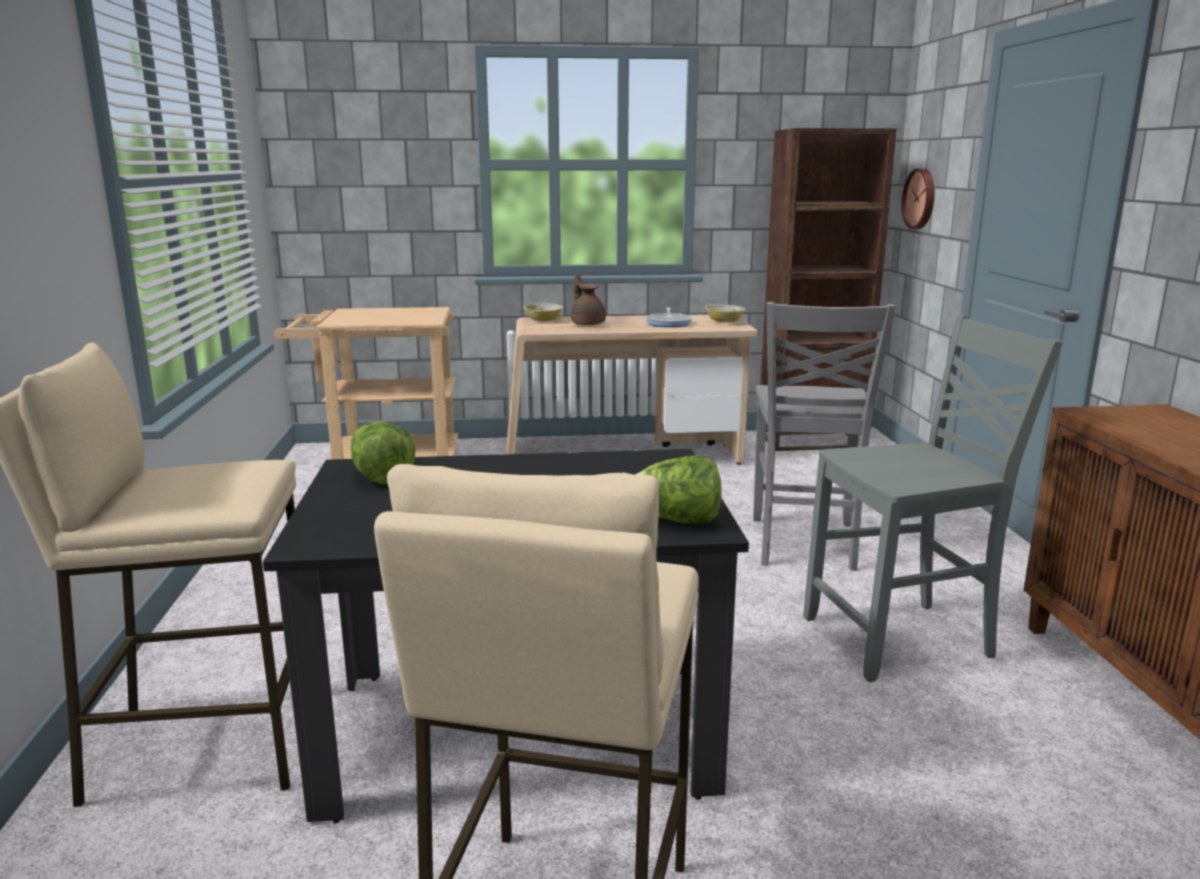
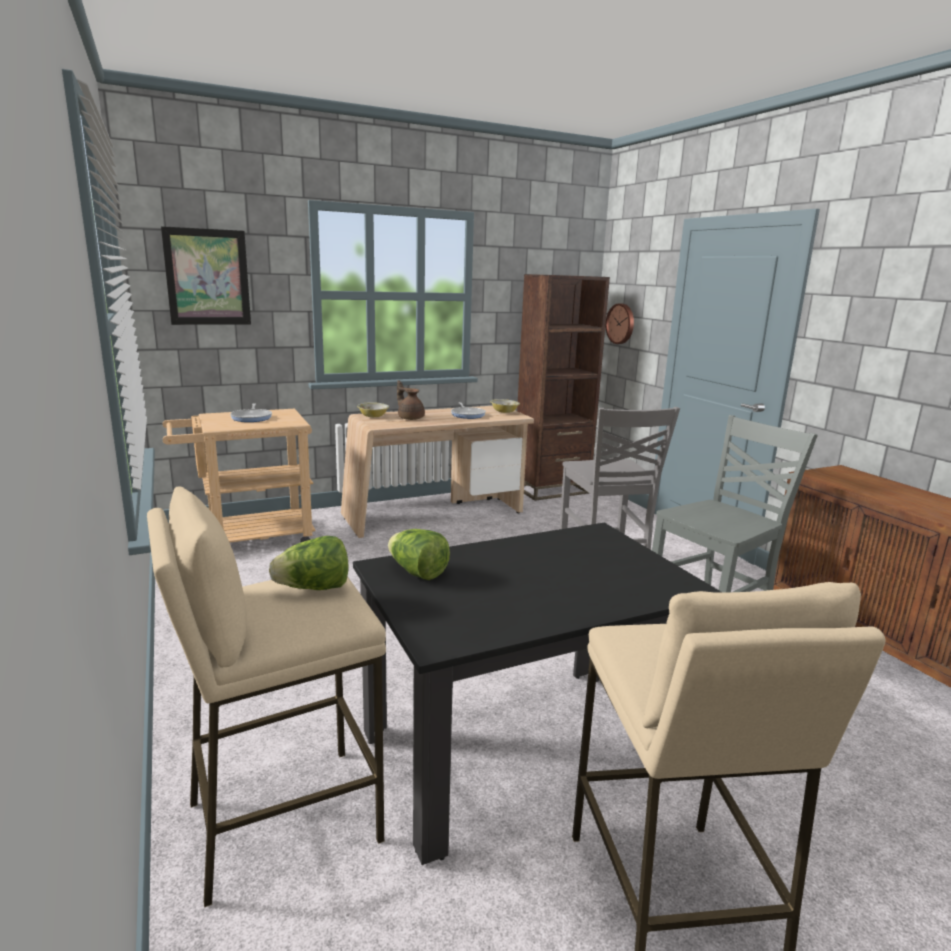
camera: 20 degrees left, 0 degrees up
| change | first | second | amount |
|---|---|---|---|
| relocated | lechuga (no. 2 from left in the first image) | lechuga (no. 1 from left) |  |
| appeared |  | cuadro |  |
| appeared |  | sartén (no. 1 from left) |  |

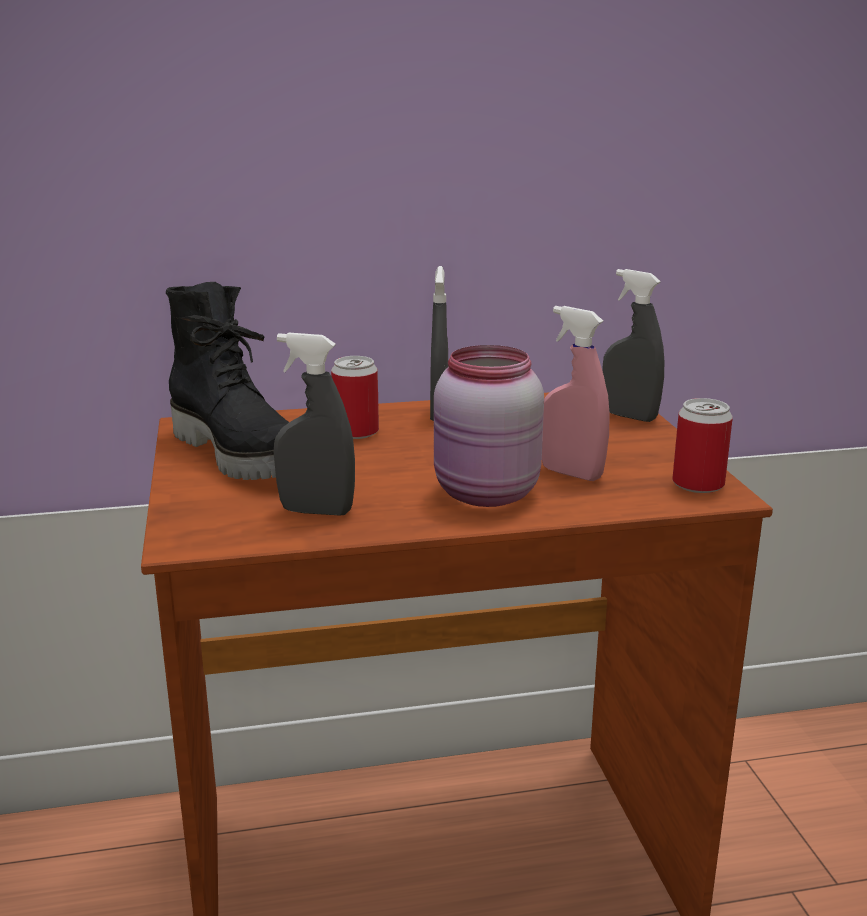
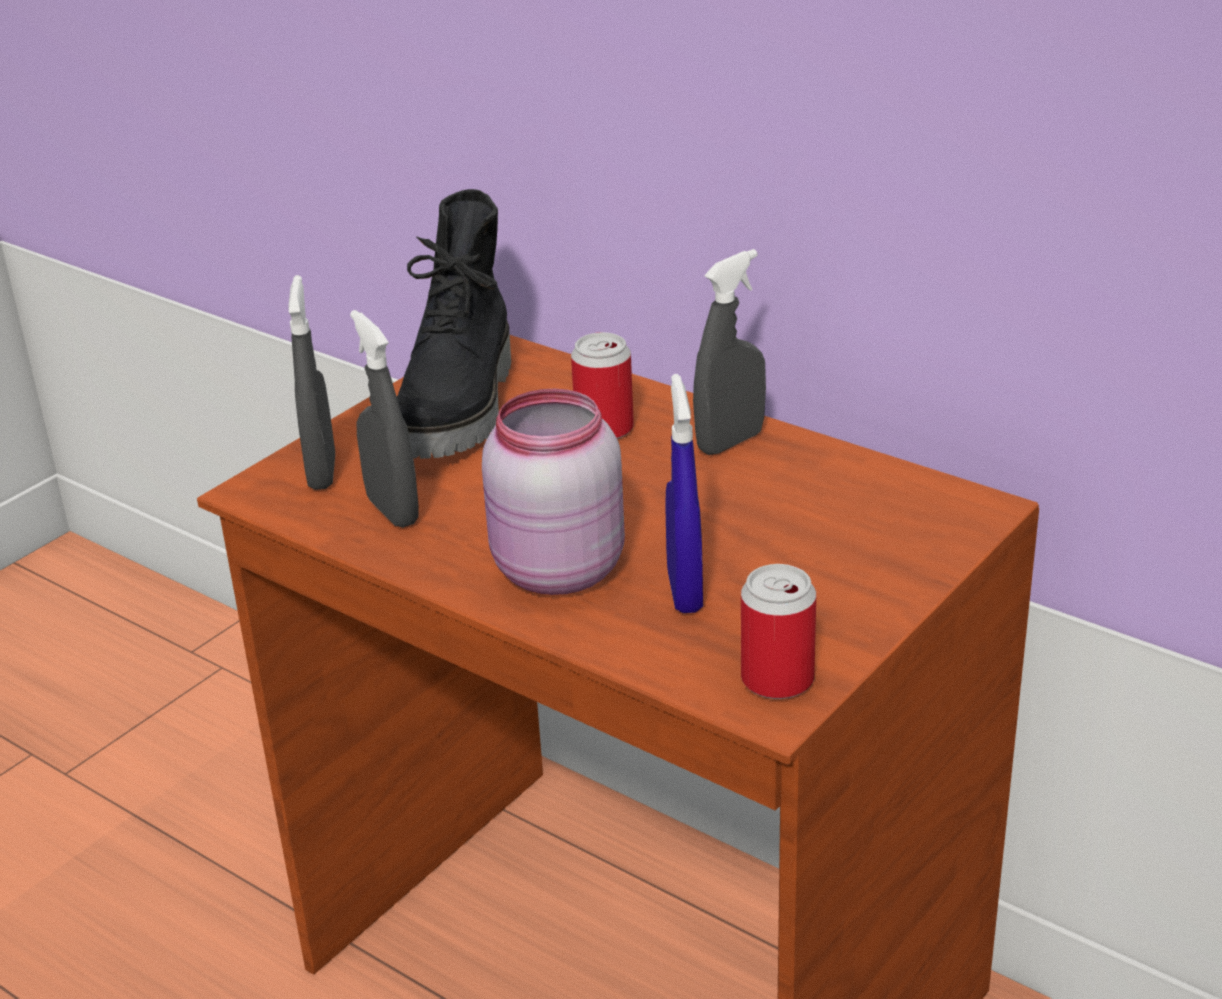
camera: 50 degrees right, 10 degrees up
| change | first | second | amount |
|---|---|---|---|
| relocated | pulverizador [gris] (no. 3 from left in the first image) | pulverizador [gris] (no. 1 from left) |  |
| colour | pulverizador [rosa] | pulverizador [azul] |  |

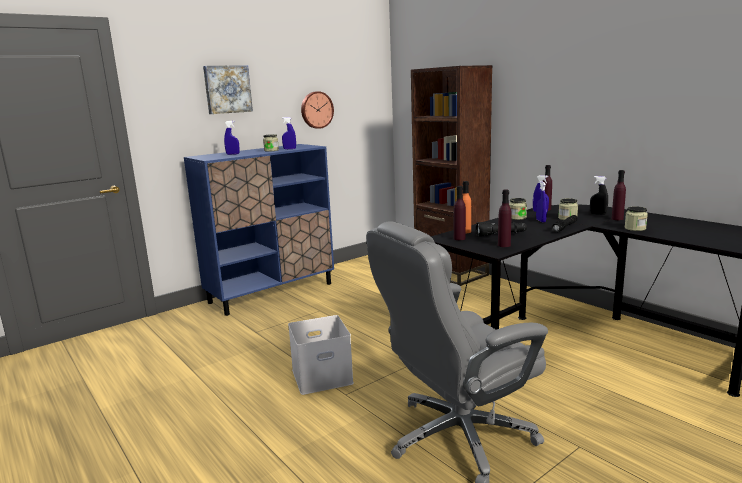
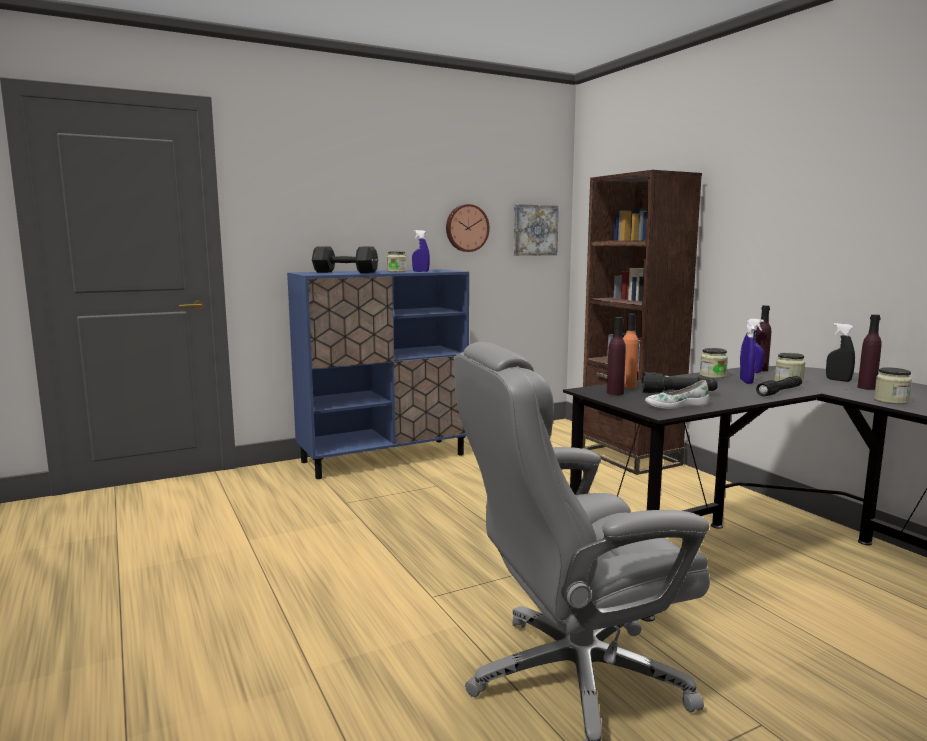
camera: 10 degrees right, 5 degrees down
| change | first | second | amount |
|---|---|---|---|
| relocated | cuadro |  |  |
| exchanged | pulverizador [azul] (no. 1 from left) | mancuerna [negro] |  |
| exchanged | botella [morado] (no. 2 from left) | zapato [blanco] |  |
| missing | caja de almacenaje [blanco] |  |  |

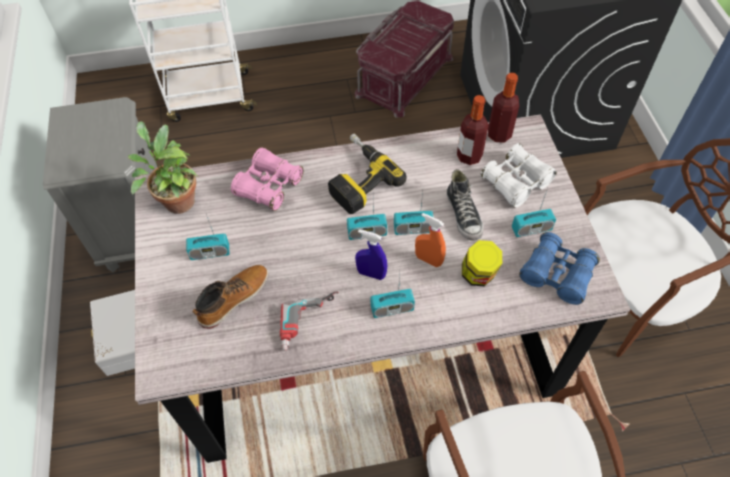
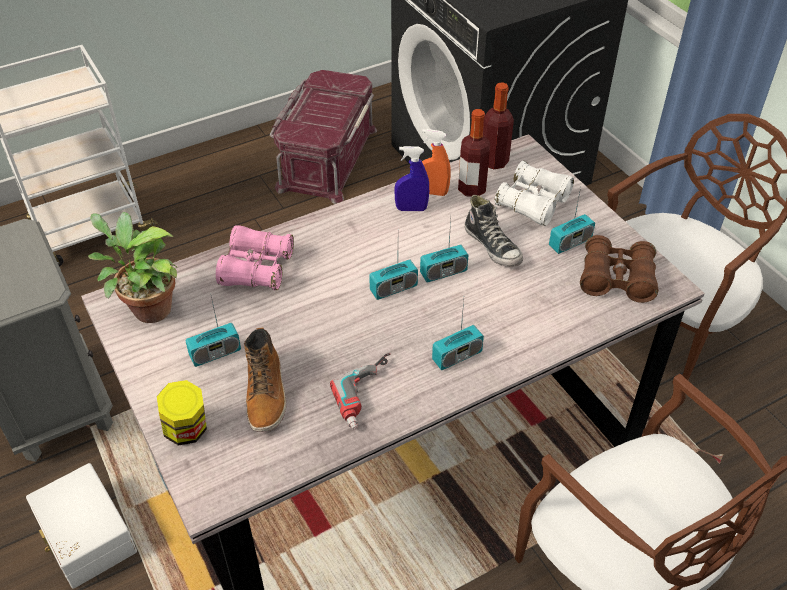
camera: 20 degrees left, 10 degrees down
| change | first | second | amount |
|---|---|---|---|
| missing | taladro (no. 2 from left) |  |  |
| relocated | pulverizador [naranja] |  |  |
| relocated | pulverizador [azul] |  |  |
| colour | prismáticos [azul] | prismáticos [marrón] |  |
| relocated | tarro |  |  |
| spun | bota |  | 150 degrees clockwise |

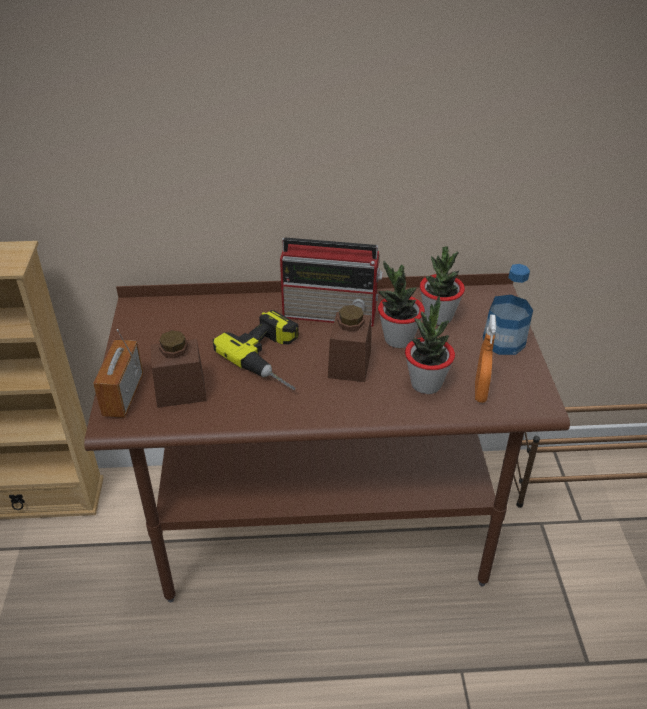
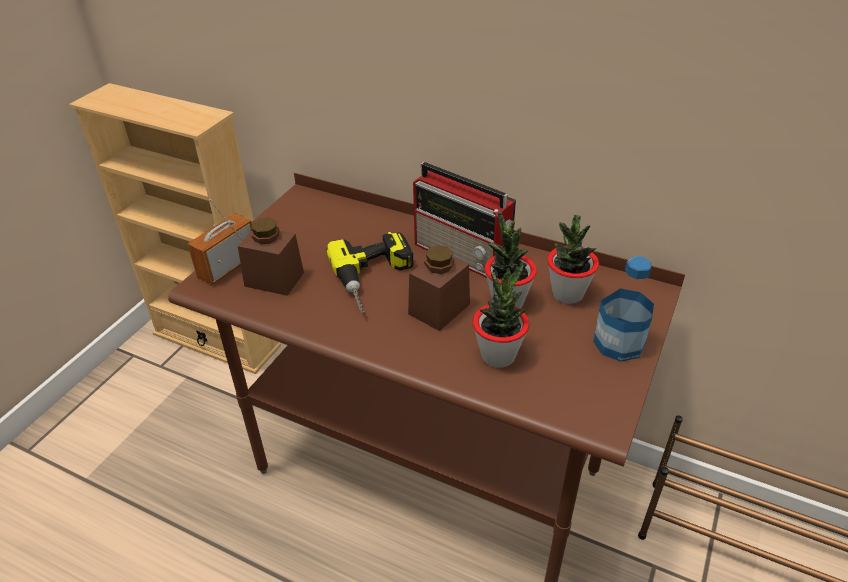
camera: 30 degrees right, 0 degrees up
| change | first | second | amount |
|---|---|---|---|
| missing | pulverizador [naranja] |  |  |

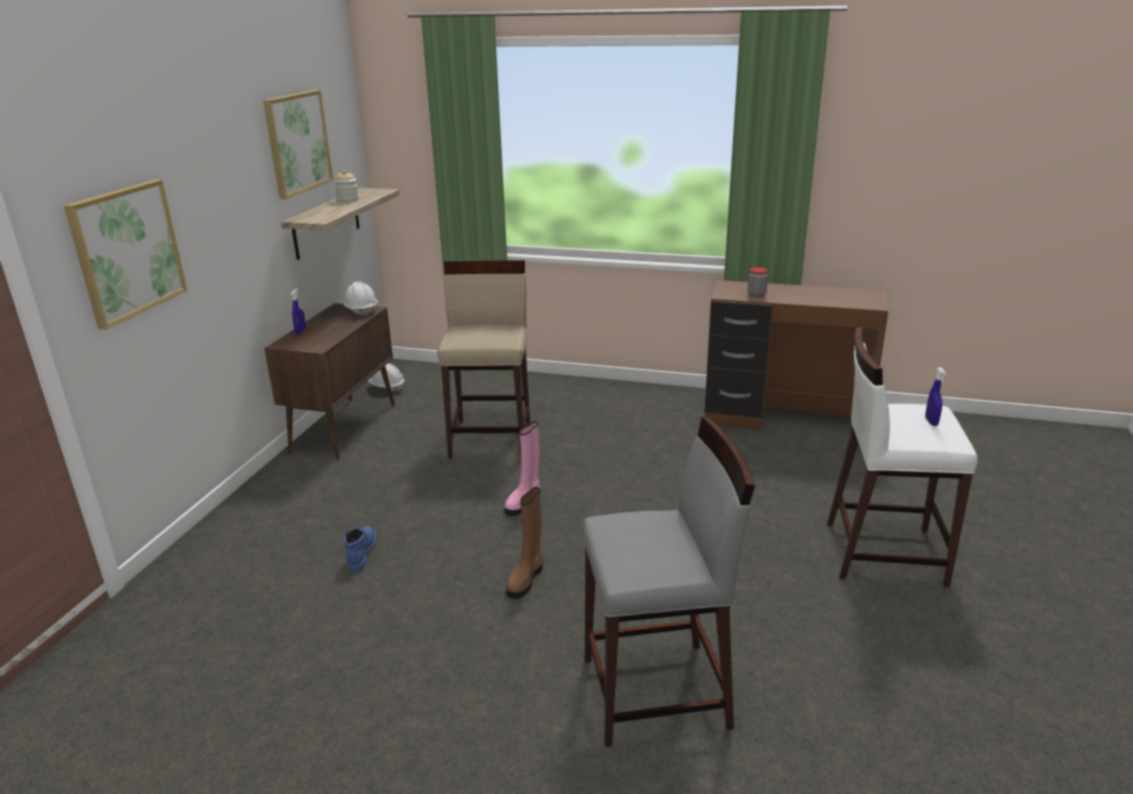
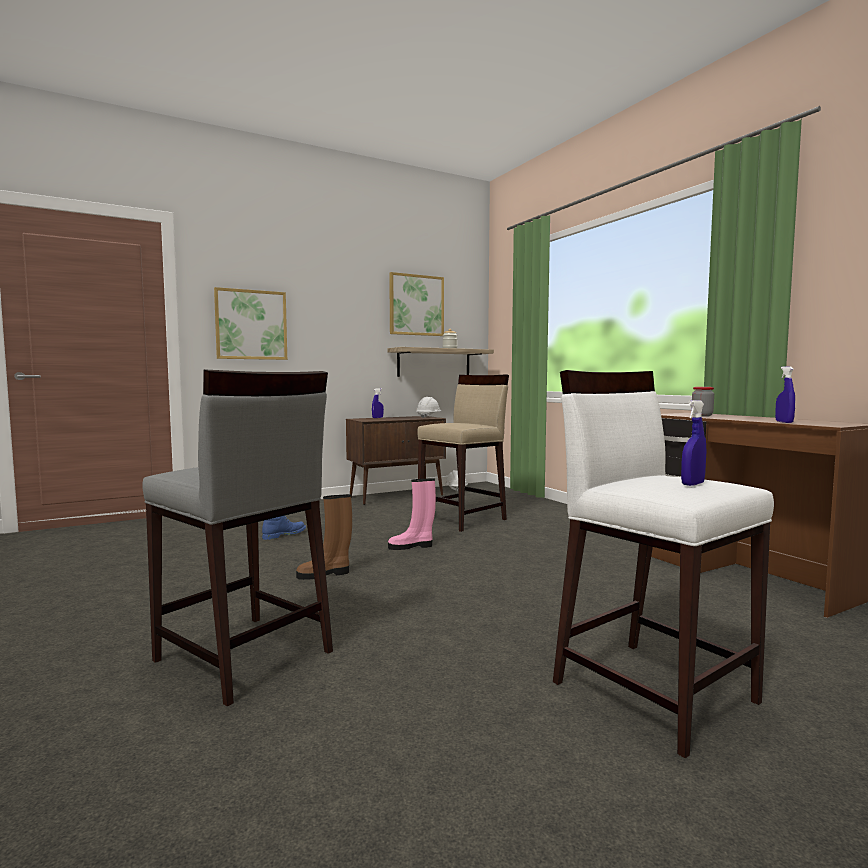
camera: 45 degrees right, 20 degrees down
| change | first | second | amount |
|---|---|---|---|
| appeared |  | pulverizador [azul] (no. 3 from left) |  |

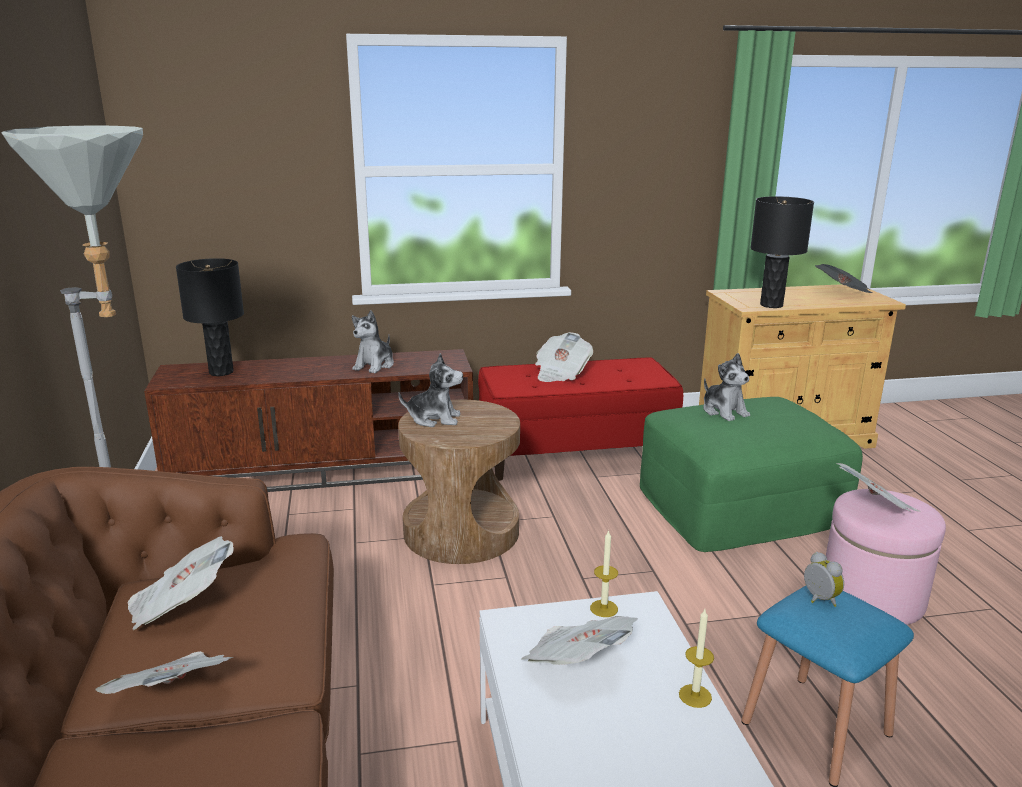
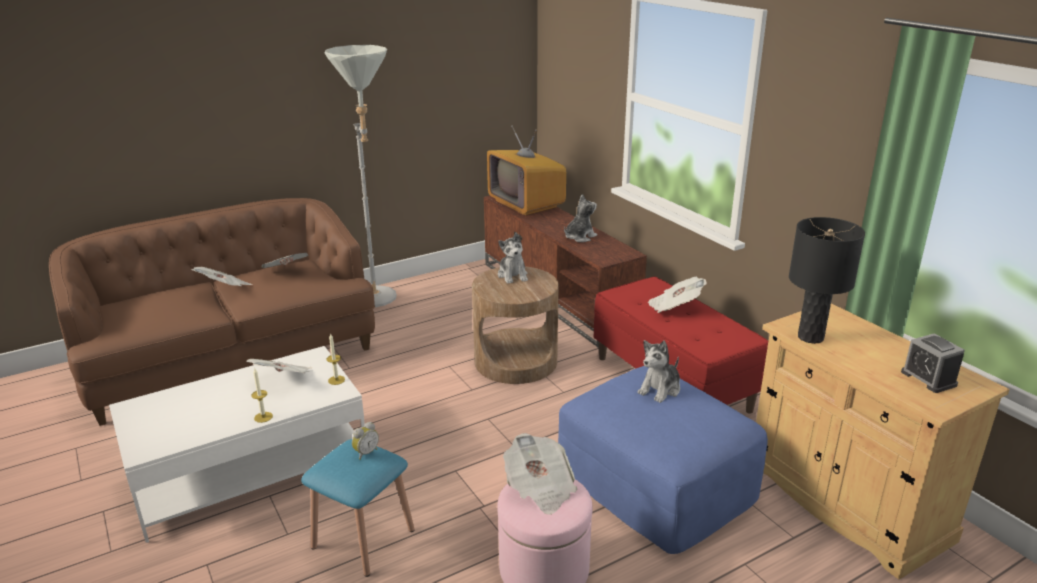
camera: 70 degrees right, 5 degrees up
| change | first | second | amount |
|---|---|---|---|
| exchanged | lámpara de mesa [negro] (no. 1 from left) | televisor |  |
| exchanged | periódico (no. 5 from left) | despertador (no. 2 from left) |  |
| spun | peluche (no. 1 from left in the first image) | peluche (no. 2 from left) | 135 degrees clockwise |
| colour | puf [verde] | puf [azul] |  |

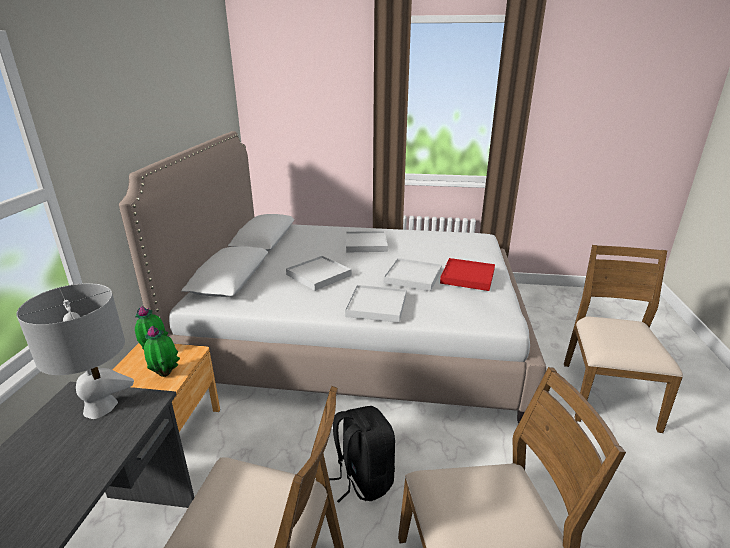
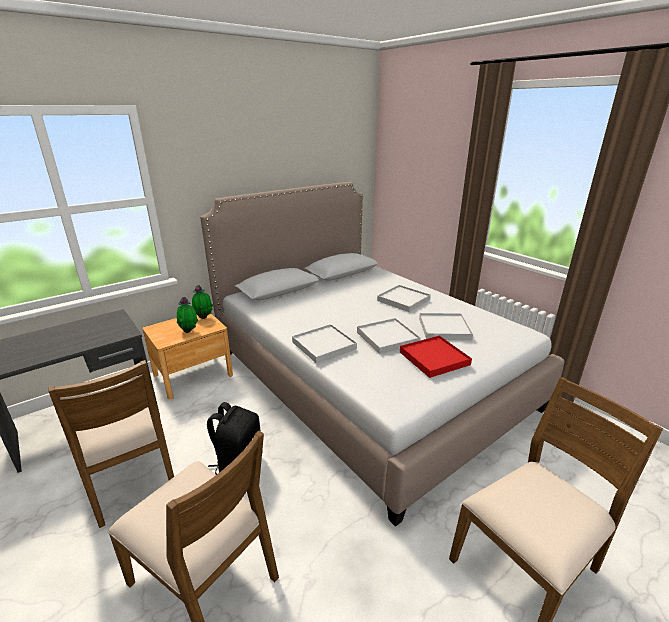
camera: 45 degrees right, 0 degrees up
| change | first | second | amount |
|---|---|---|---|
| relocated | bandeja [blanco] (no. 1 from left in the first image) | bandeja [blanco] (no. 4 from left) |  |
| missing | lámpara de mesa [gris] |  |  |

